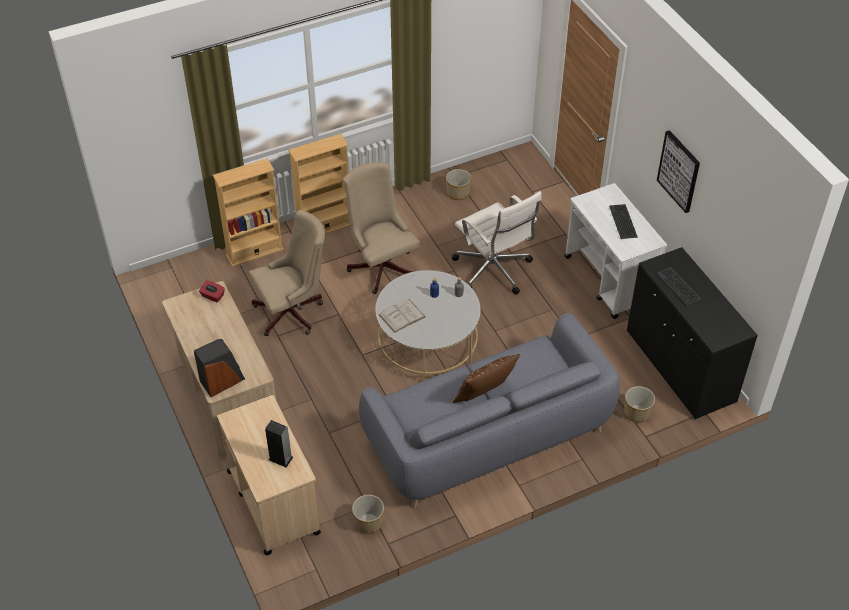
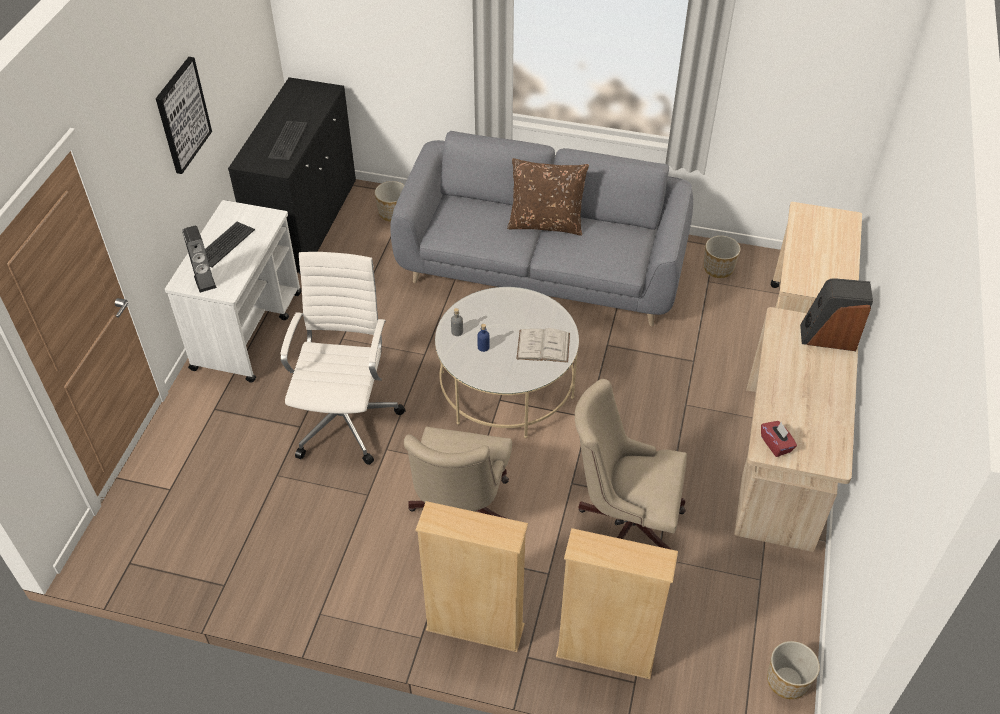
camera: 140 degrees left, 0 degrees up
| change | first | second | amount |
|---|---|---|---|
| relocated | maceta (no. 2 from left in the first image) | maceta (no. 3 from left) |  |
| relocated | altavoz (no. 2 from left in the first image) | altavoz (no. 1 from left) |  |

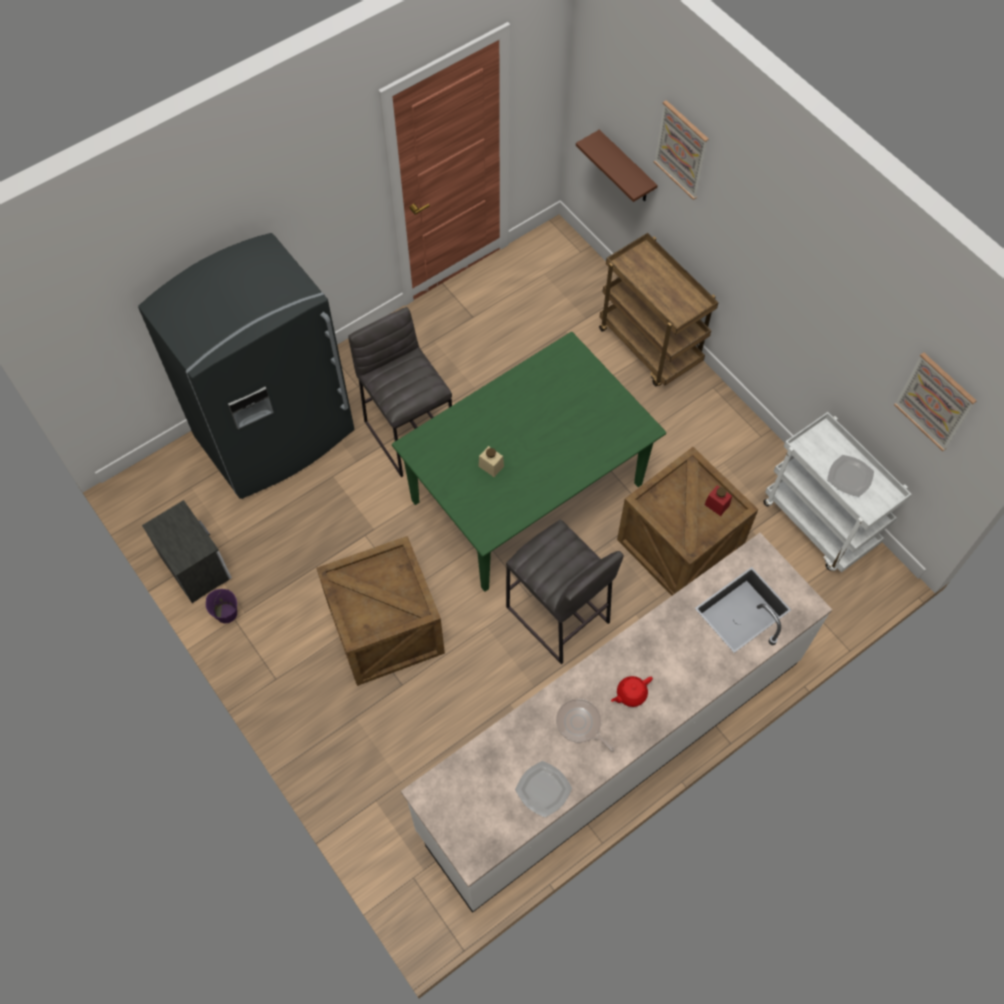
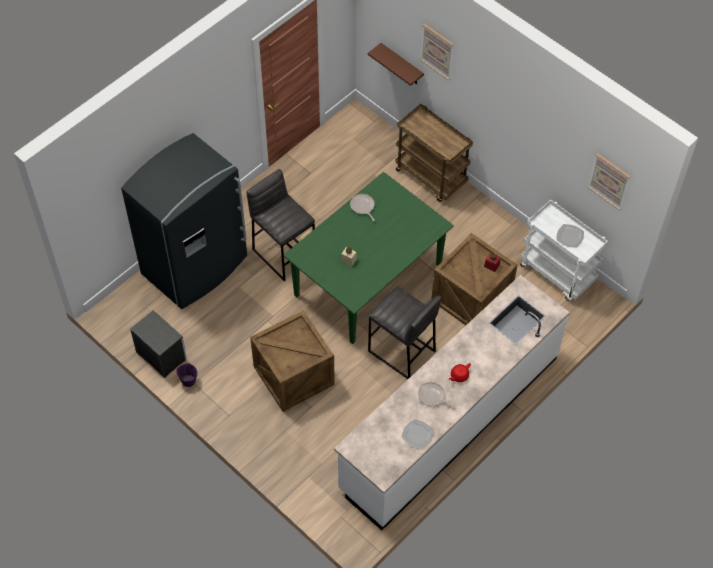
camera: 10 degrees left, 5 degrees down
| change | first | second | amount |
|---|---|---|---|
| appeared |  | sartén (no. 1 from left) |  |

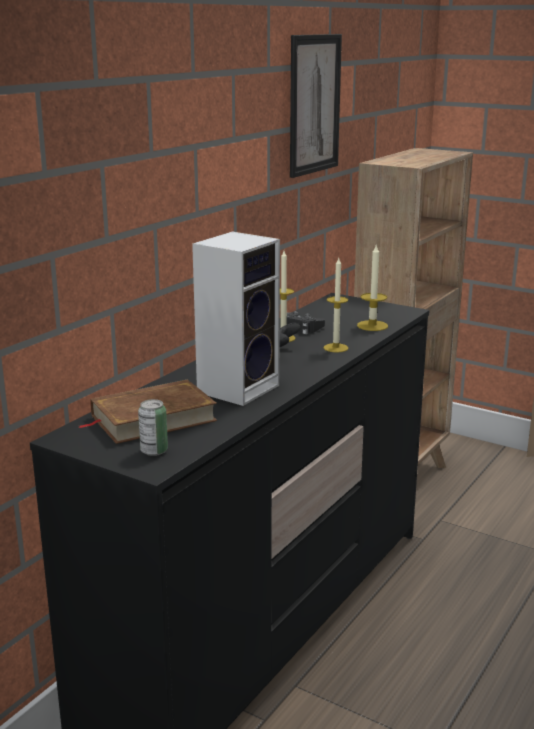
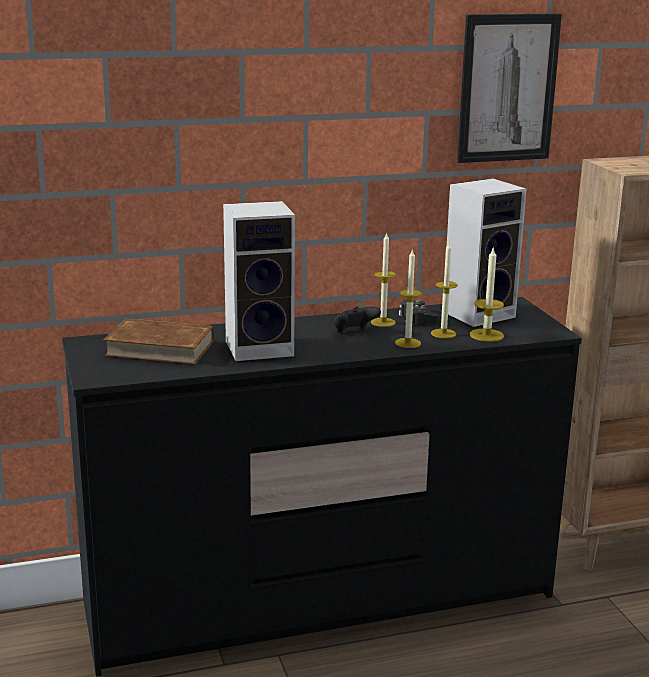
camera: 40 degrees right, 0 degrees up
| change | first | second | amount |
|---|---|---|---|
| missing | lata |  |  |
| appeared |  | altavoz (no. 2 from left) |  |
| appeared |  | vela (no. 3 from left) |  |

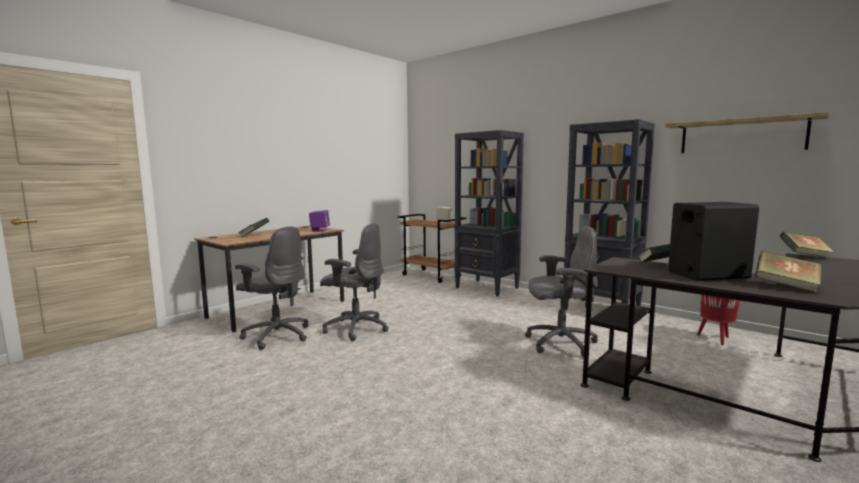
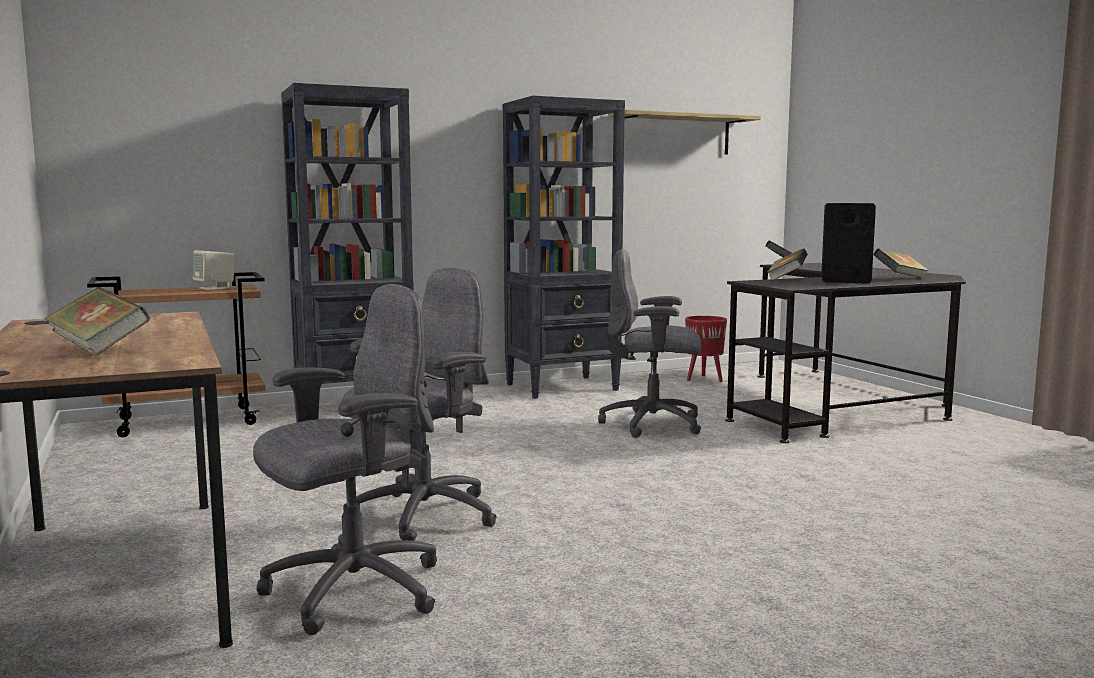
camera: 65 degrees left, 0 degrees up
| change | first | second | amount |
|---|---|---|---|
| missing | altavoz [morado] |  |  |
| spun | silla de oficina [gris] (no. 3 from left) |  | 105 degrees counterclockwise |

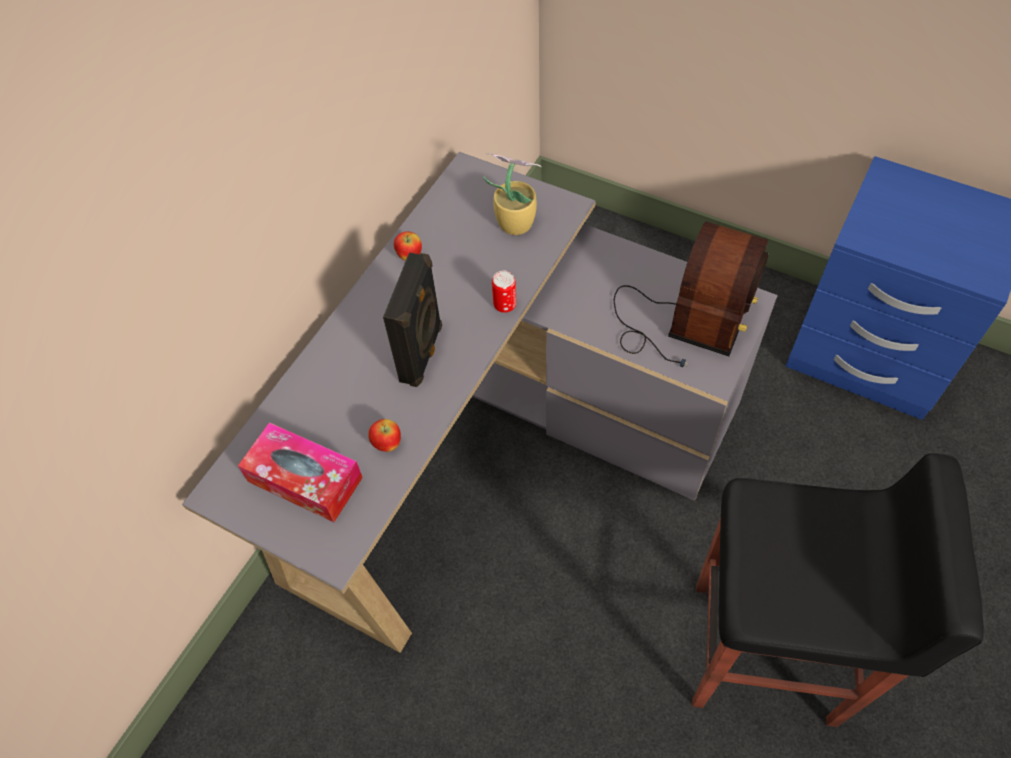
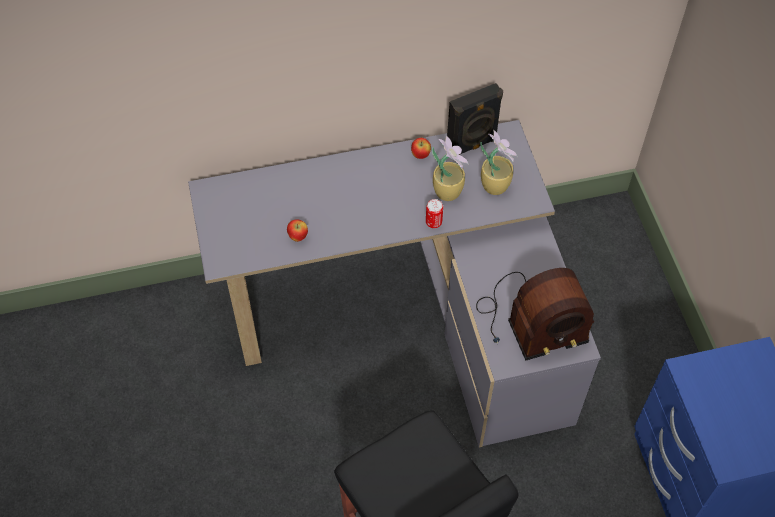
camera: 45 degrees right, 0 degrees up
| change | first | second | amount |
|---|---|---|---|
| relocated | altavoz [negro] |  |  |
| missing | caja de pañuelos |  |  |
| appeared |  | planta en maceta (no. 1 from left) |  |

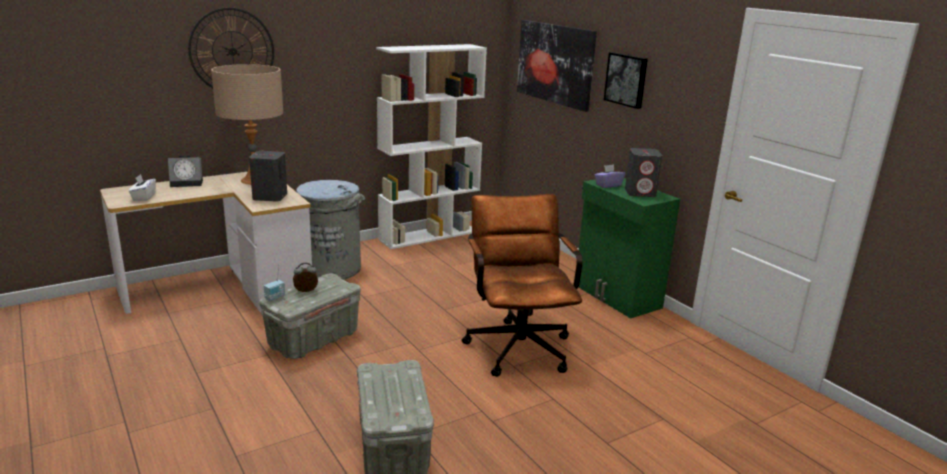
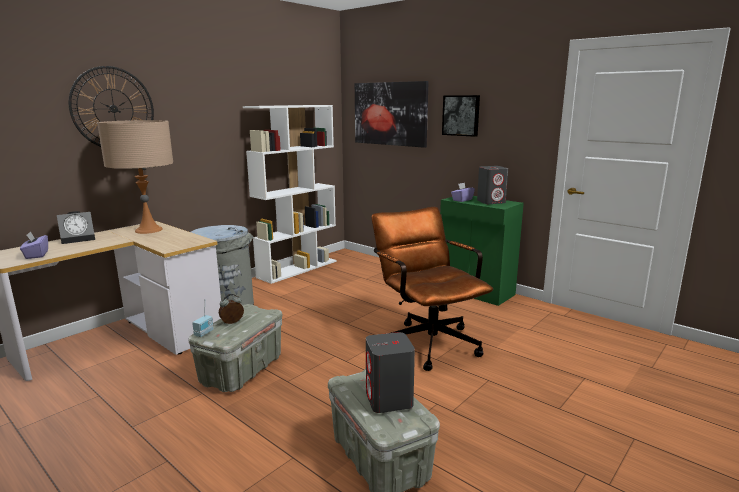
camera: 15 degrees left, 5 degrees down
| change | first | second | amount |
|---|---|---|---|
| relocated | altavoz [gris] (no. 1 from left) |  |  |
| colour | caja de pañuelos [blanco] | caja de pañuelos [morado] (no. 1 from left) |  |

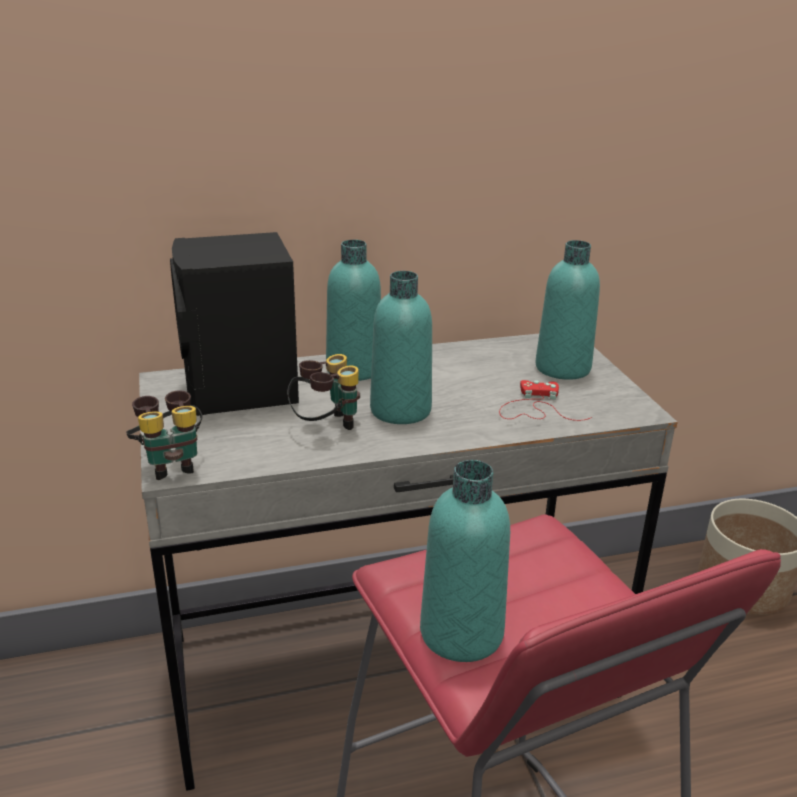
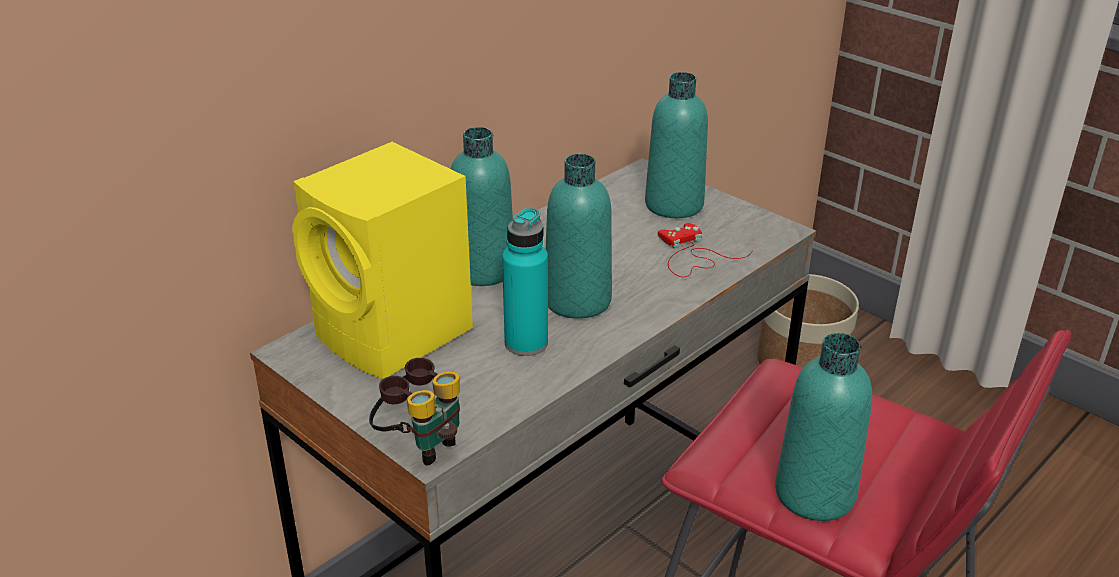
camera: 30 degrees left, 5 degrees up
| change | first | second | amount |
|---|---|---|---|
| colour | altavoz [negro] | altavoz [amarillo] |  |
| exchanged | prismáticos (no. 2 from left) | botella [turquesa] (no. 2 from left) |  |

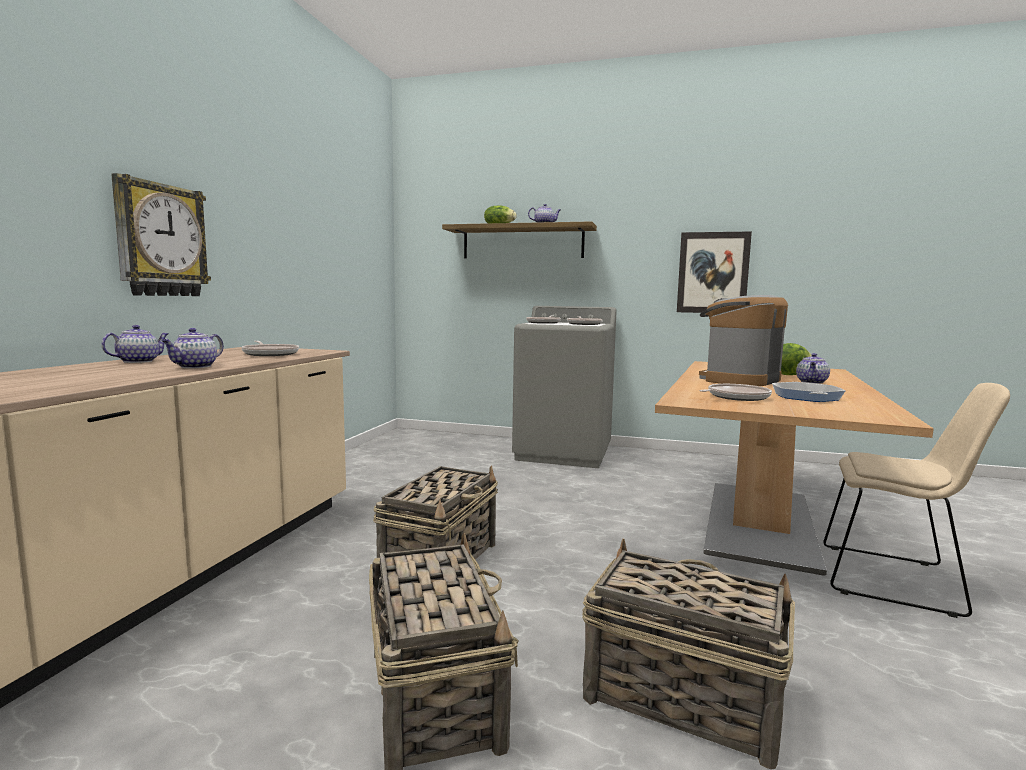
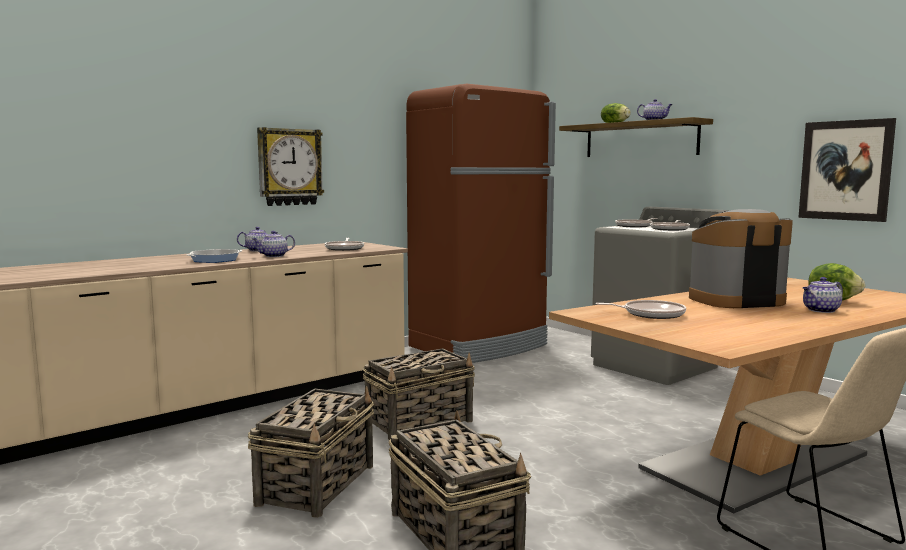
camera: 35 degrees right, 0 degrees up
| change | first | second | amount |
|---|---|---|---|
| relocated | sartén (no. 5 from left in the first image) | sartén (no. 1 from left) |  |
| appeared |  | nevera [marrón] |  |

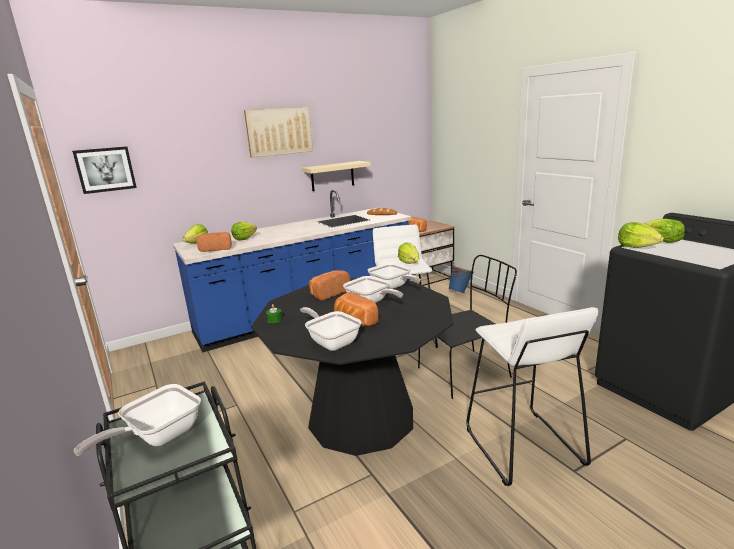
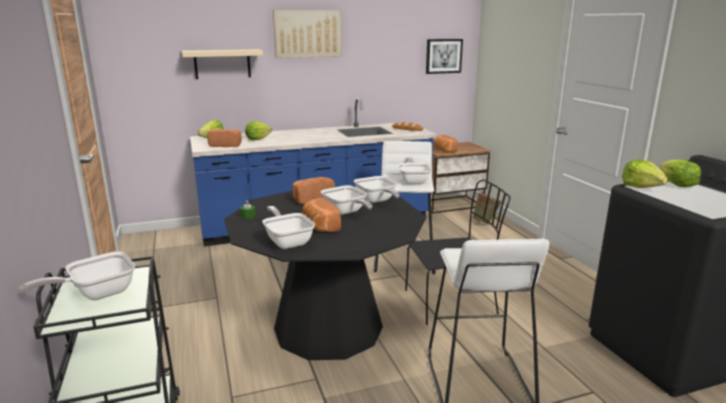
camera: 10 degrees right, 0 degrees up
| change | first | second | amount |
|---|---|---|---|
| relocated | cuadro (no. 1 from left in the first image) | cuadro (no. 2 from left) |  |
| relocated | estante [beis] |  |  |
| exchanged | lechuga (no. 3 from left) | sartén (no. 5 from left) |  |
| colour | cubo [azul] | cubo [verde] |  |

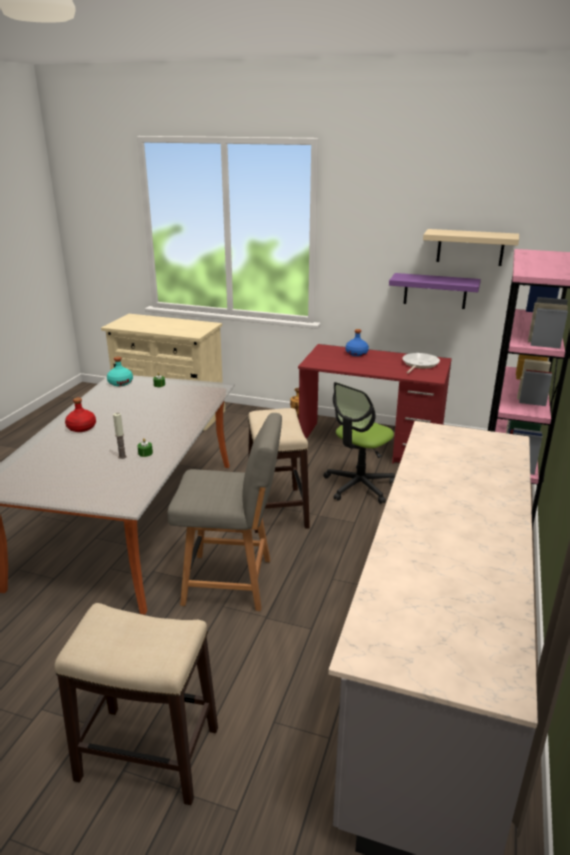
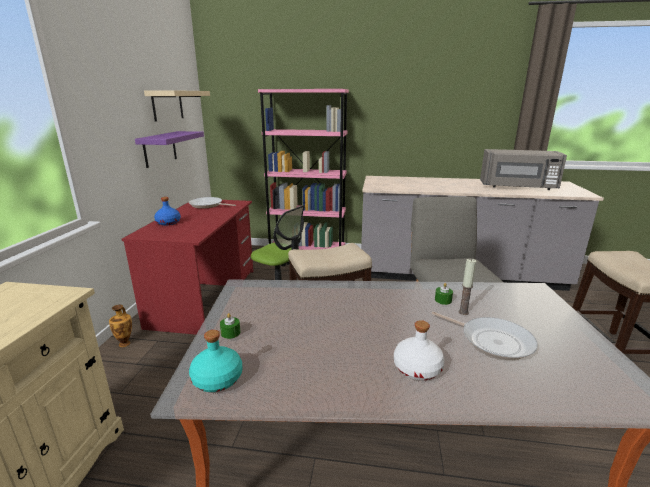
camera: 100 degrees left, 5 degrees down
| change | first | second | amount |
|---|---|---|---|
| colour | botella [rojo] | botella [blanco] |  |
| appeared |  | microondas [gris] |  |
| appeared |  | sartén (no. 2 from left) |  |

